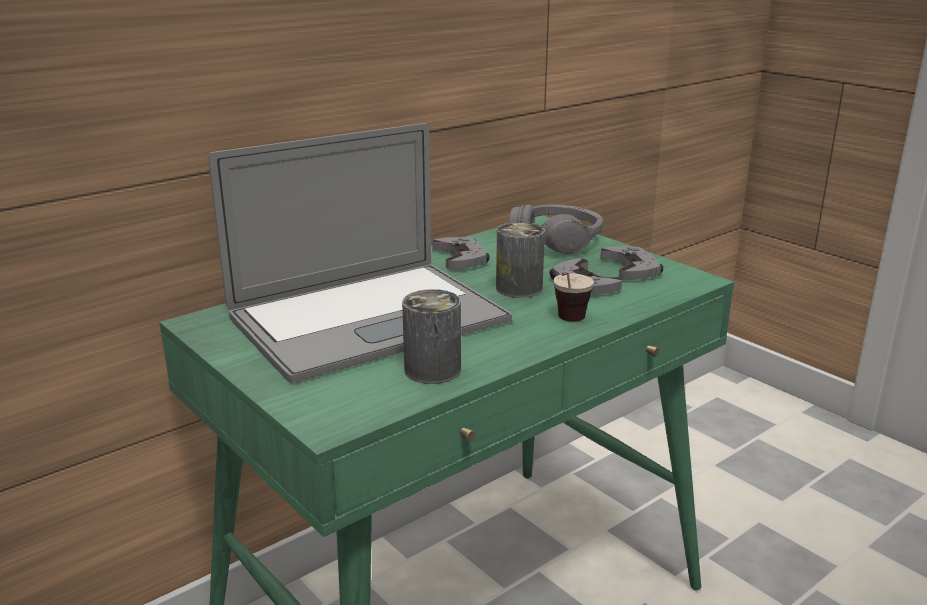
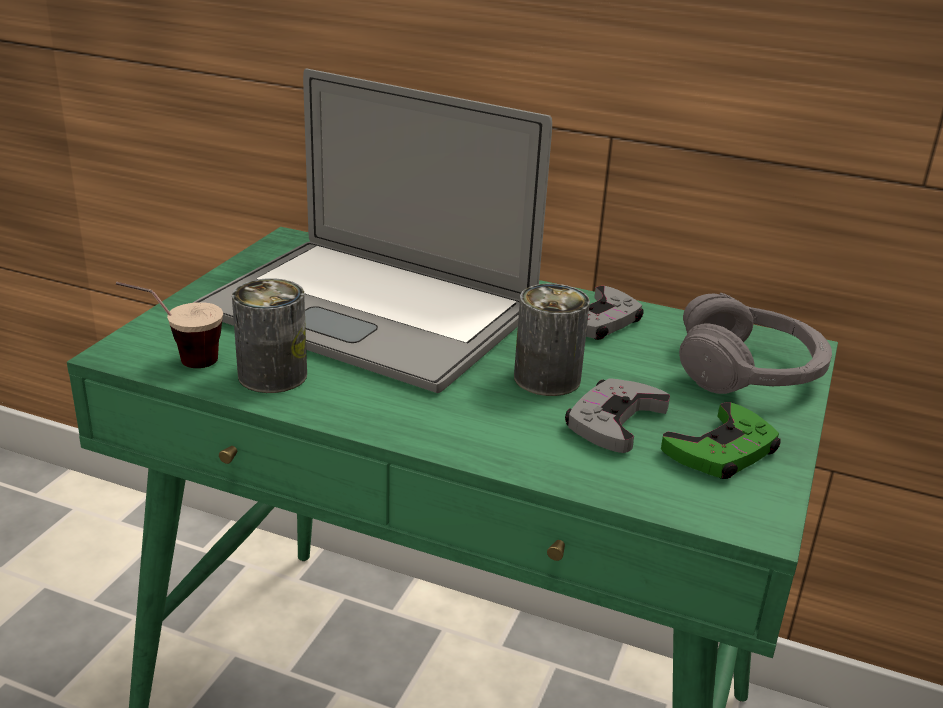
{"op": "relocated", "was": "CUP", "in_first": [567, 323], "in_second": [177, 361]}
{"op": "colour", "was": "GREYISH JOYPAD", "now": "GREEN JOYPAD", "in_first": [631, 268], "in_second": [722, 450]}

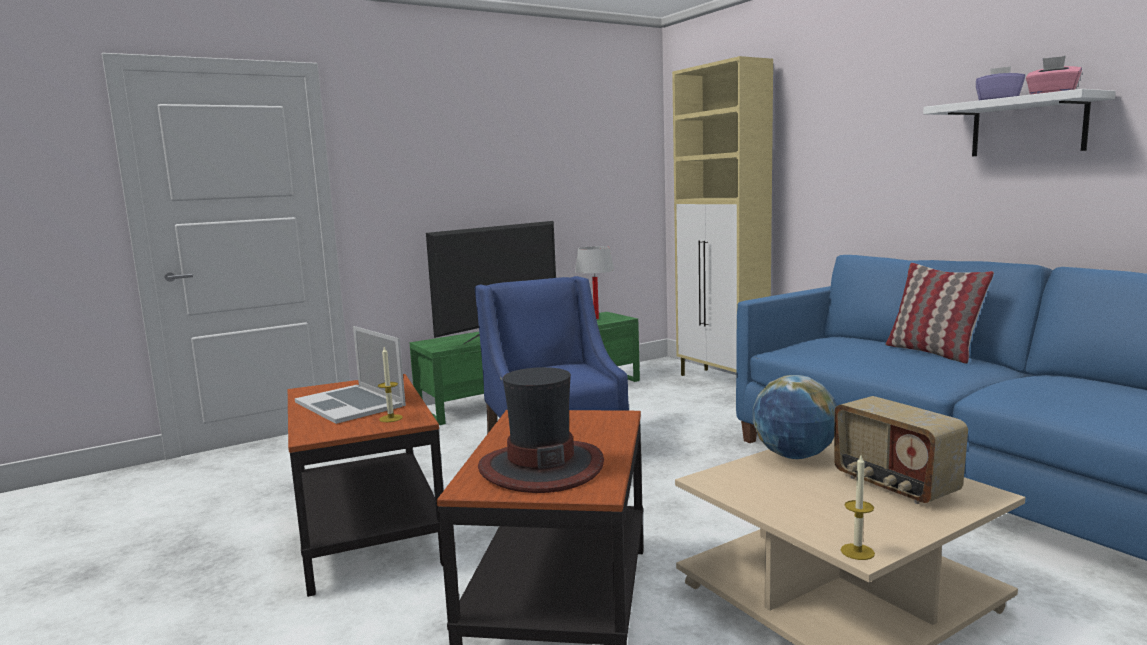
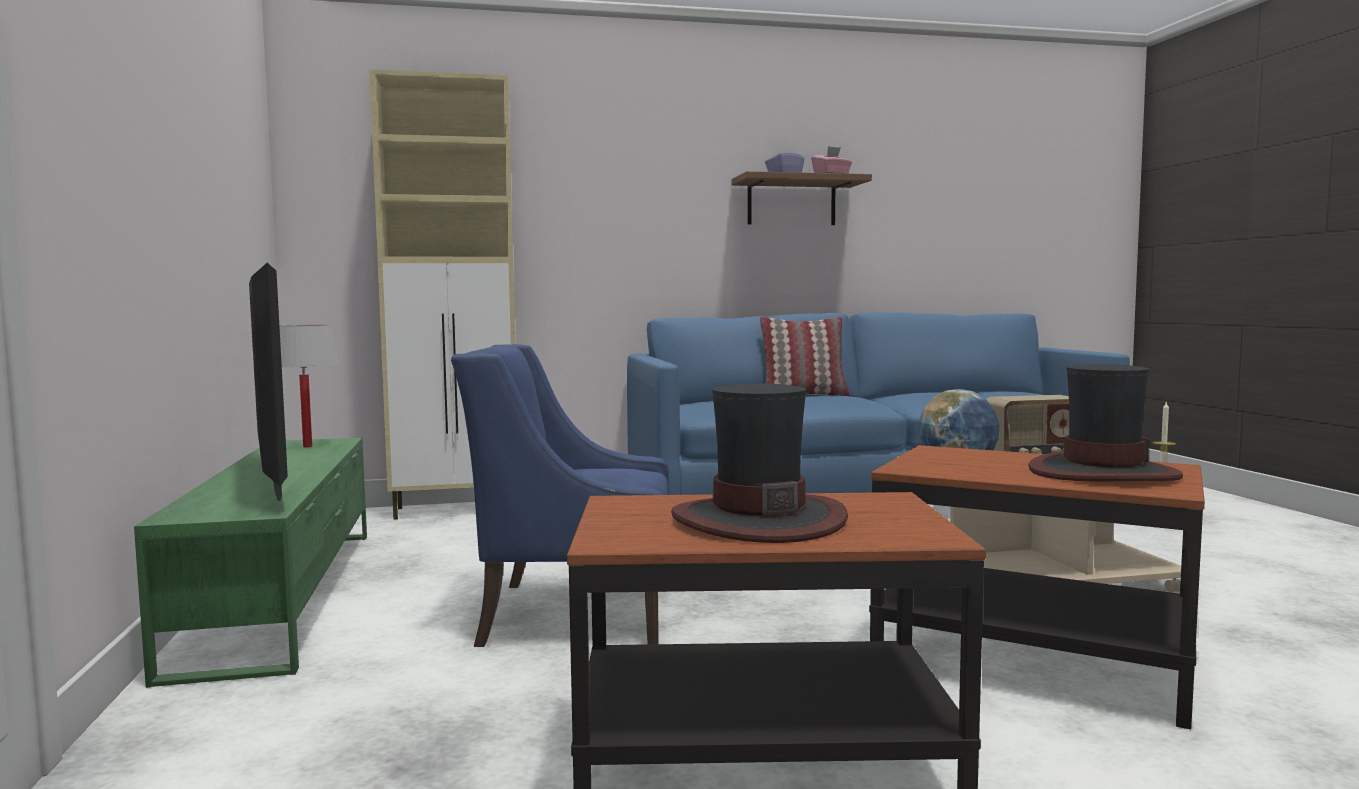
{"op": "exchanged", "was": "LAPTOP", "now": "CLOTHING HAT", "in_first": [350, 404], "in_second": [758, 520]}
{"op": "missing", "was": "WAX CANDLE", "in_first": [391, 418]}
{"op": "colour", "was": "WHITE-COLOURED BRACKET SHELF", "now": "BROWN BRACKET SHELF", "in_first": [1028, 127], "in_second": [791, 202]}

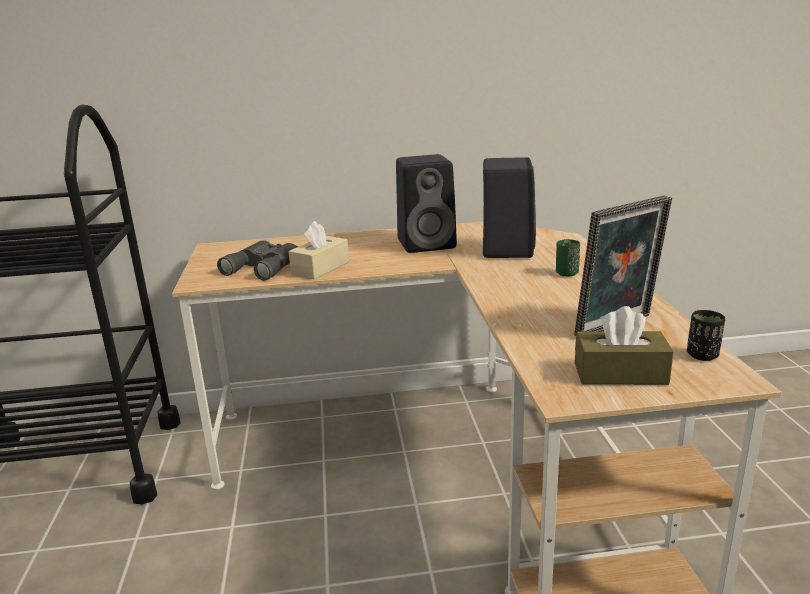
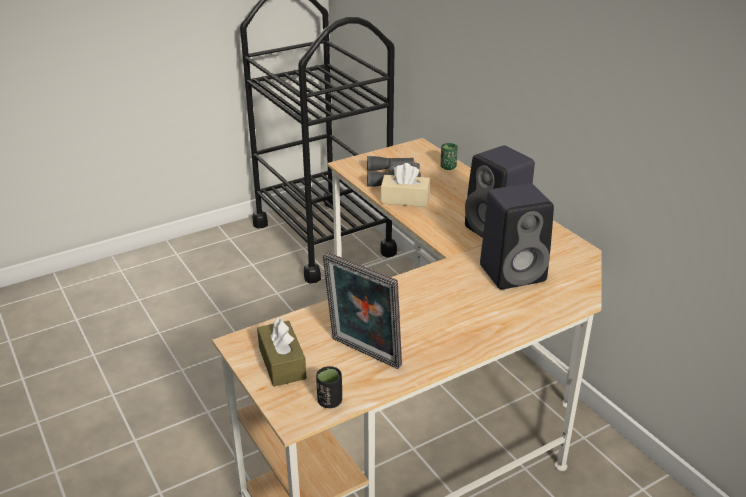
{"op": "relocated", "was": "GREEN CUP", "in_first": [566, 273], "in_second": [448, 167]}

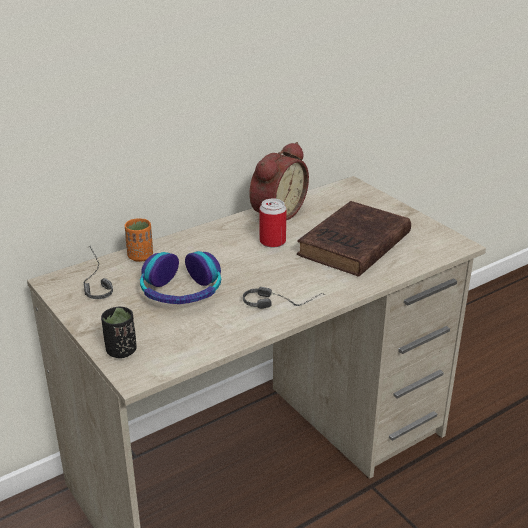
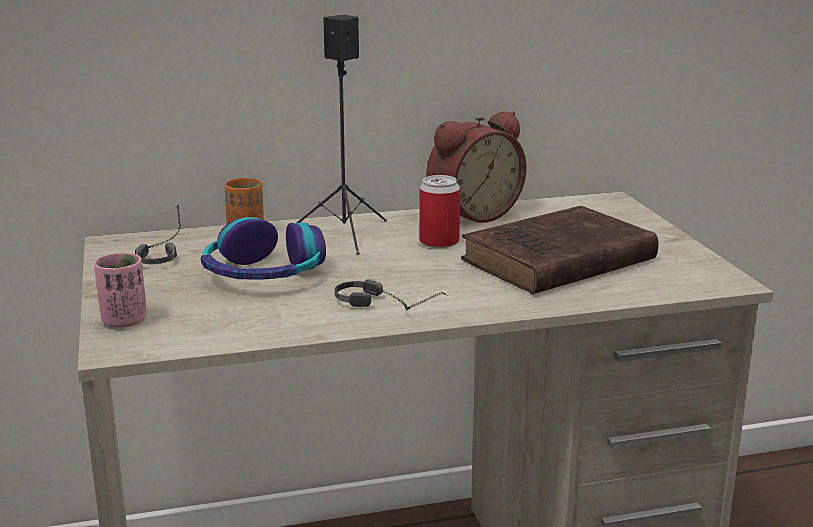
{"op": "colour", "was": "BLACKISH CUP", "now": "PINKISH CUP", "in_first": [121, 351], "in_second": [124, 320]}
{"op": "appeared", "now": "BLACKISH LOUDSPEAKER", "in_second": [345, 234]}

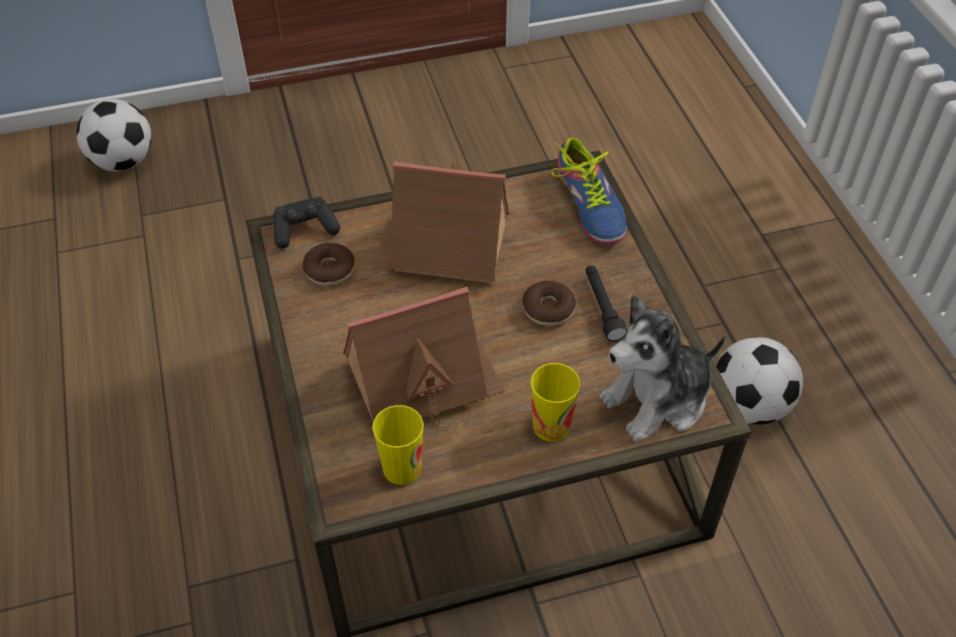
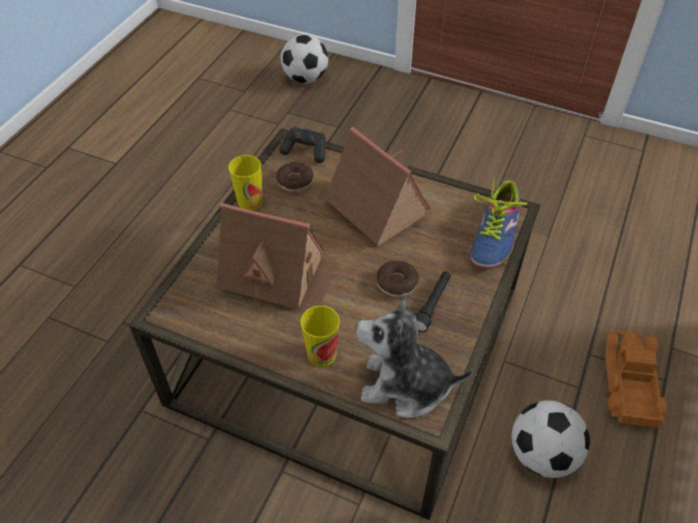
{"op": "relocated", "was": "CUP", "in_first": [402, 468], "in_second": [250, 201]}
{"op": "appeared", "now": "MODEL TRUCK", "in_second": [628, 383]}

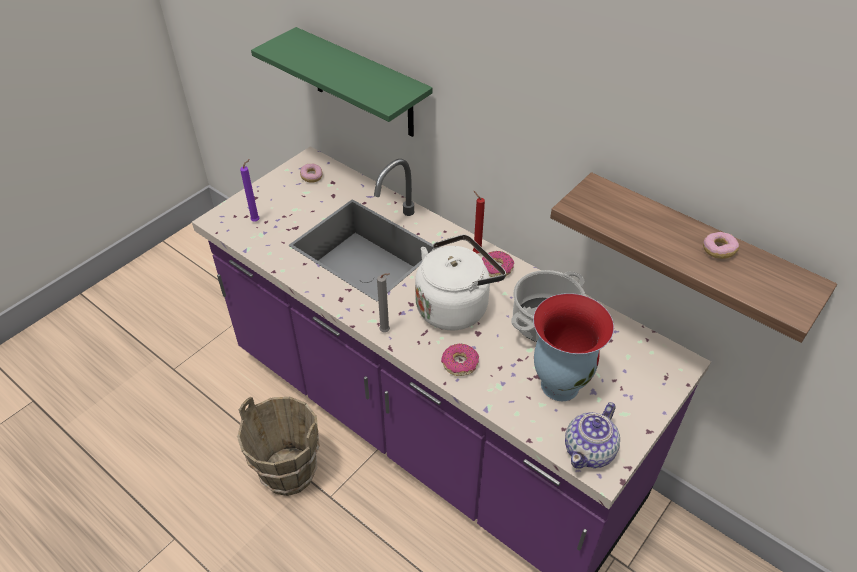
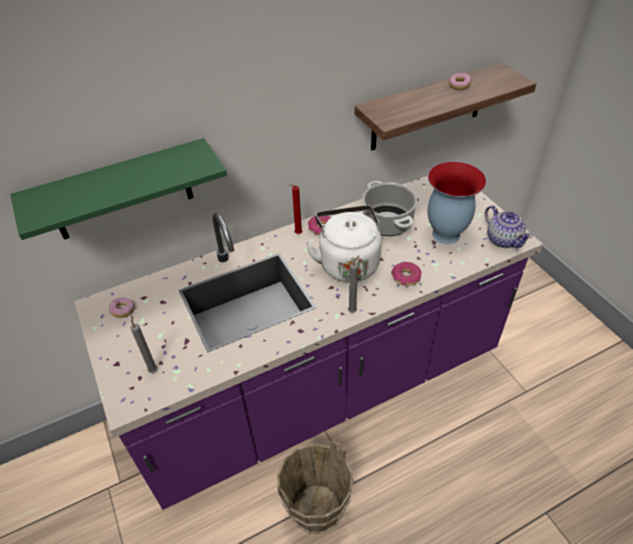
{"op": "colour", "was": "PURPLISH WAX CANDLE", "now": "GREYISH WAX CANDLE", "in_first": [257, 220], "in_second": [153, 370]}

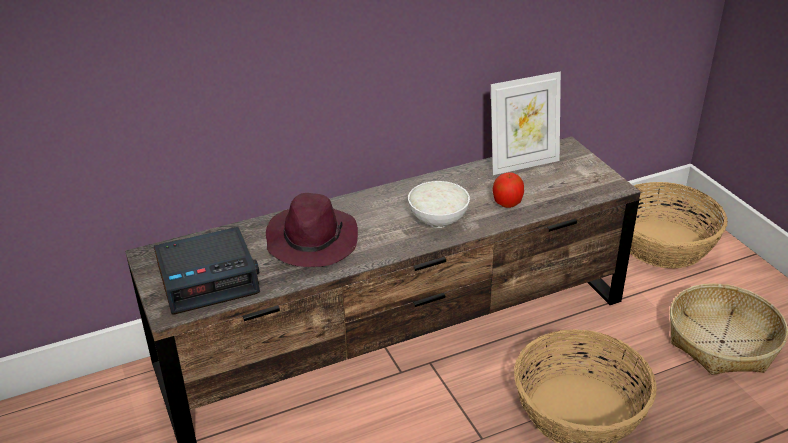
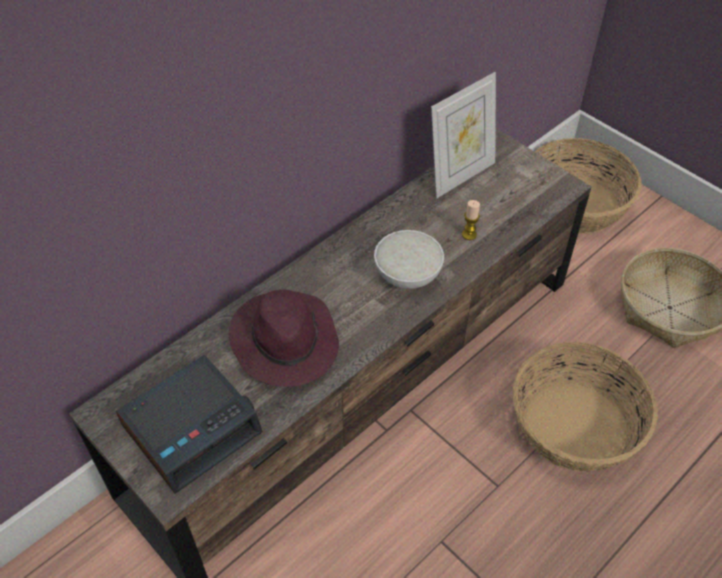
{"op": "exchanged", "was": "APPLE", "now": "WAX CANDLE", "in_first": [507, 203], "in_second": [469, 234]}

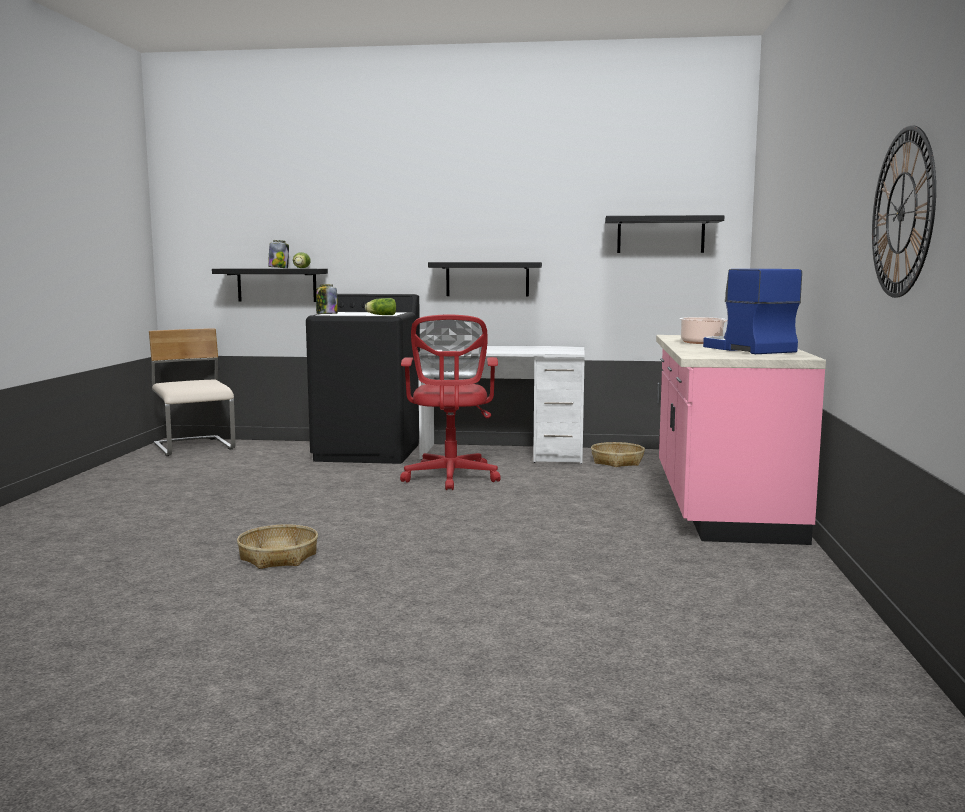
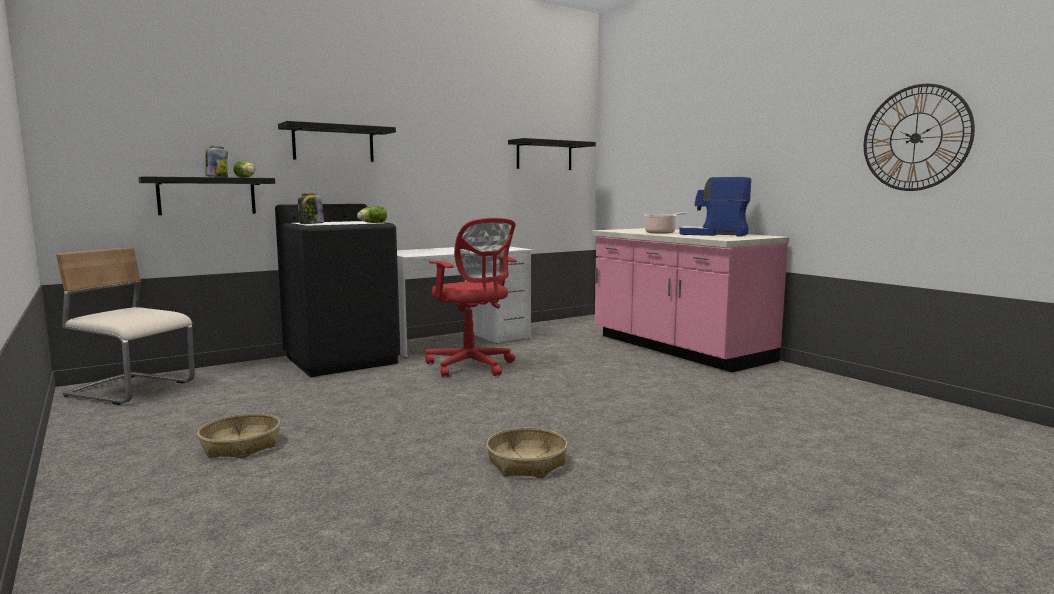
{"op": "relocated", "was": "BLACKISH BRACKET SHELF", "in_first": [487, 279], "in_second": [333, 143]}
{"op": "relocated", "was": "STORAGE BASKET", "in_first": [617, 461], "in_second": [241, 446]}

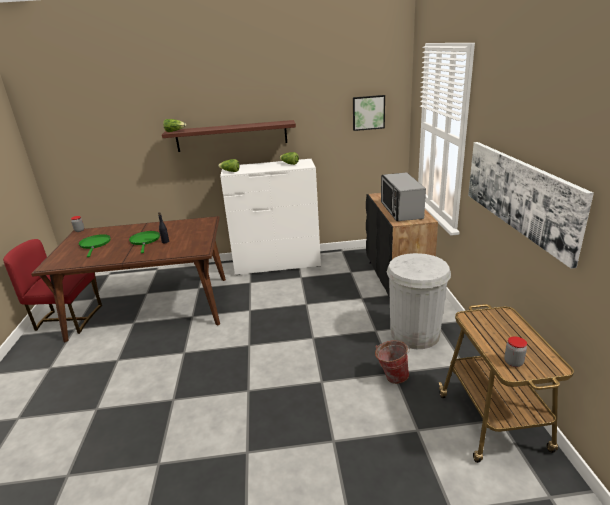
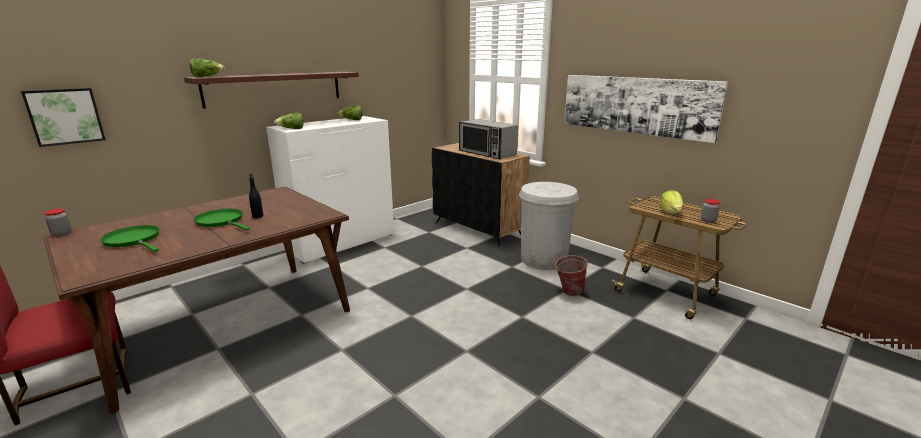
{"op": "relocated", "was": "WALL ART", "in_first": [368, 112], "in_second": [65, 116]}
{"op": "appeared", "now": "LETTUCE HEAD", "in_second": [671, 212]}

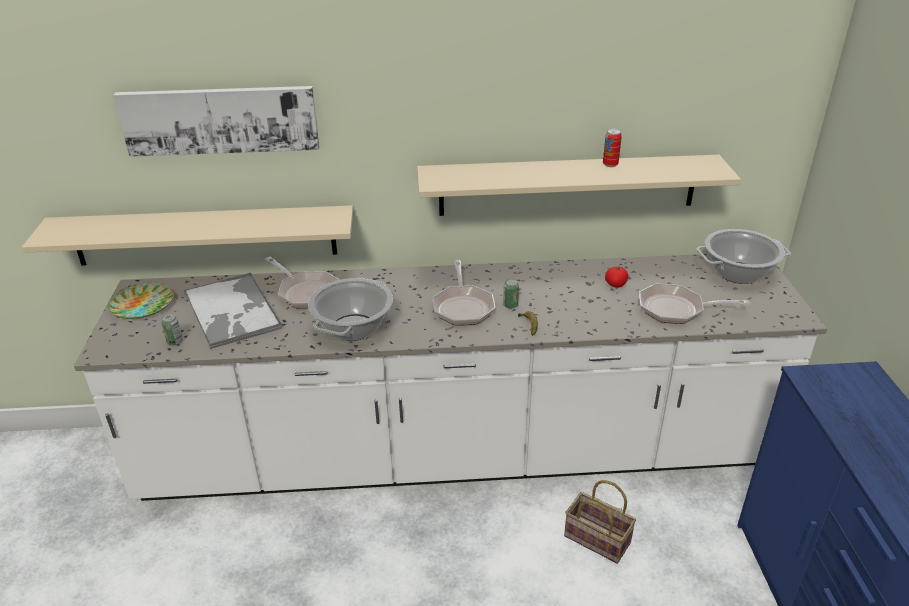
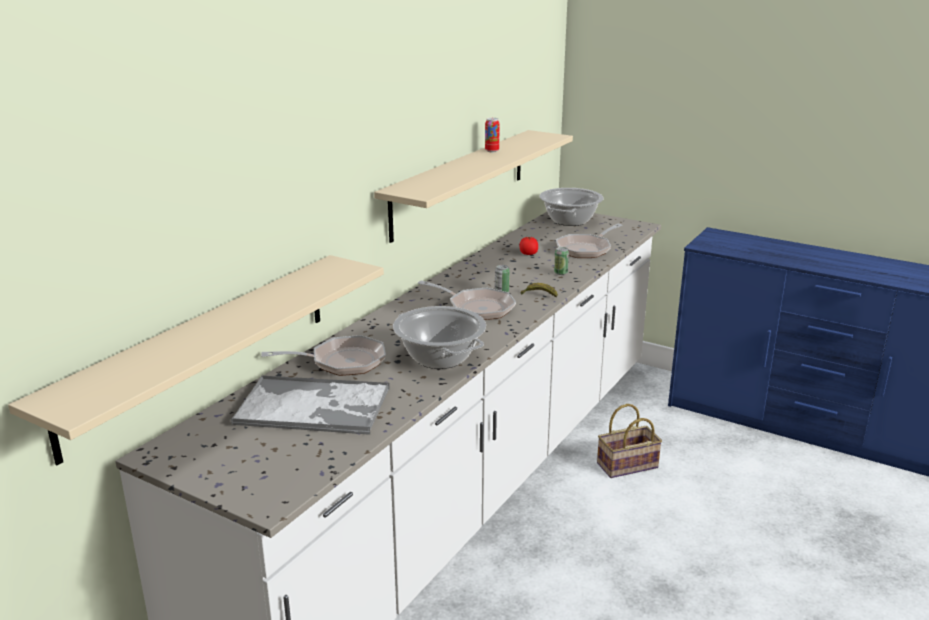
{"op": "missing", "was": "DINNER PLATE", "in_first": [143, 305]}
{"op": "missing", "was": "WALL ART", "in_first": [220, 120]}
{"op": "relocated", "was": "SEALED CAN", "in_first": [175, 342], "in_second": [560, 273]}

